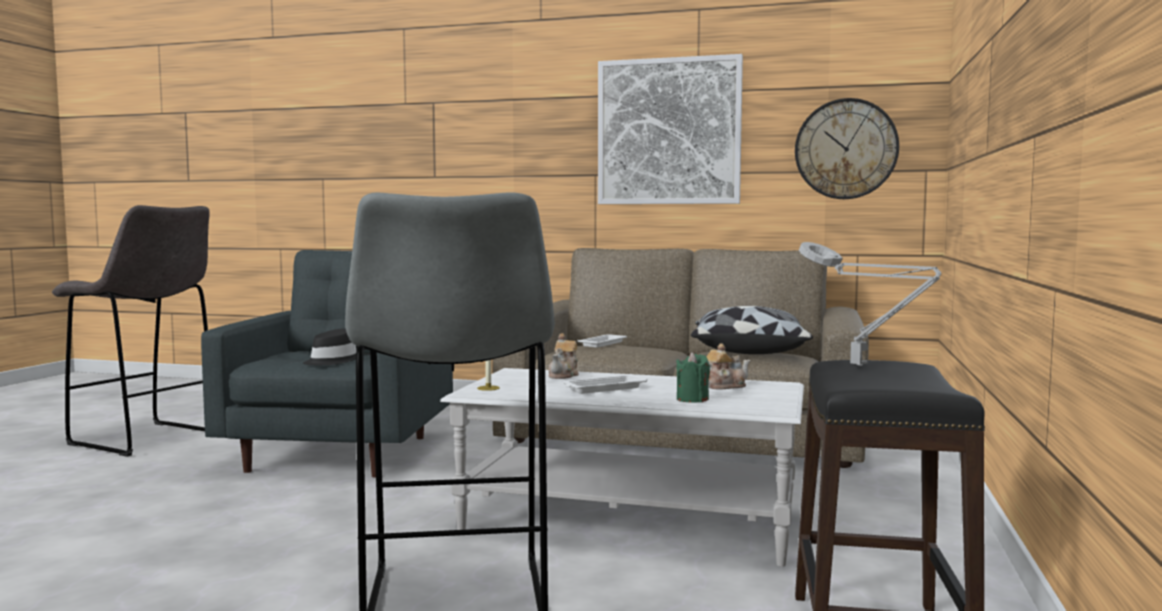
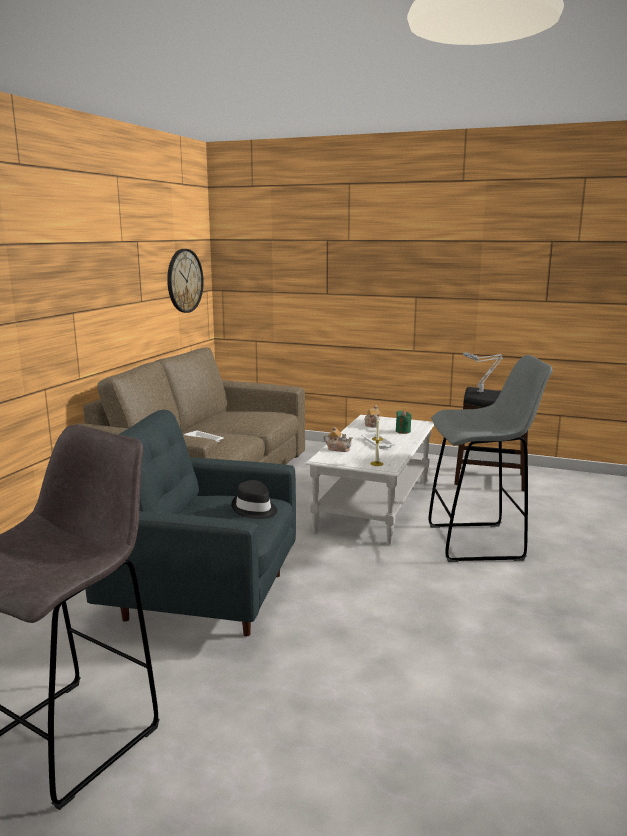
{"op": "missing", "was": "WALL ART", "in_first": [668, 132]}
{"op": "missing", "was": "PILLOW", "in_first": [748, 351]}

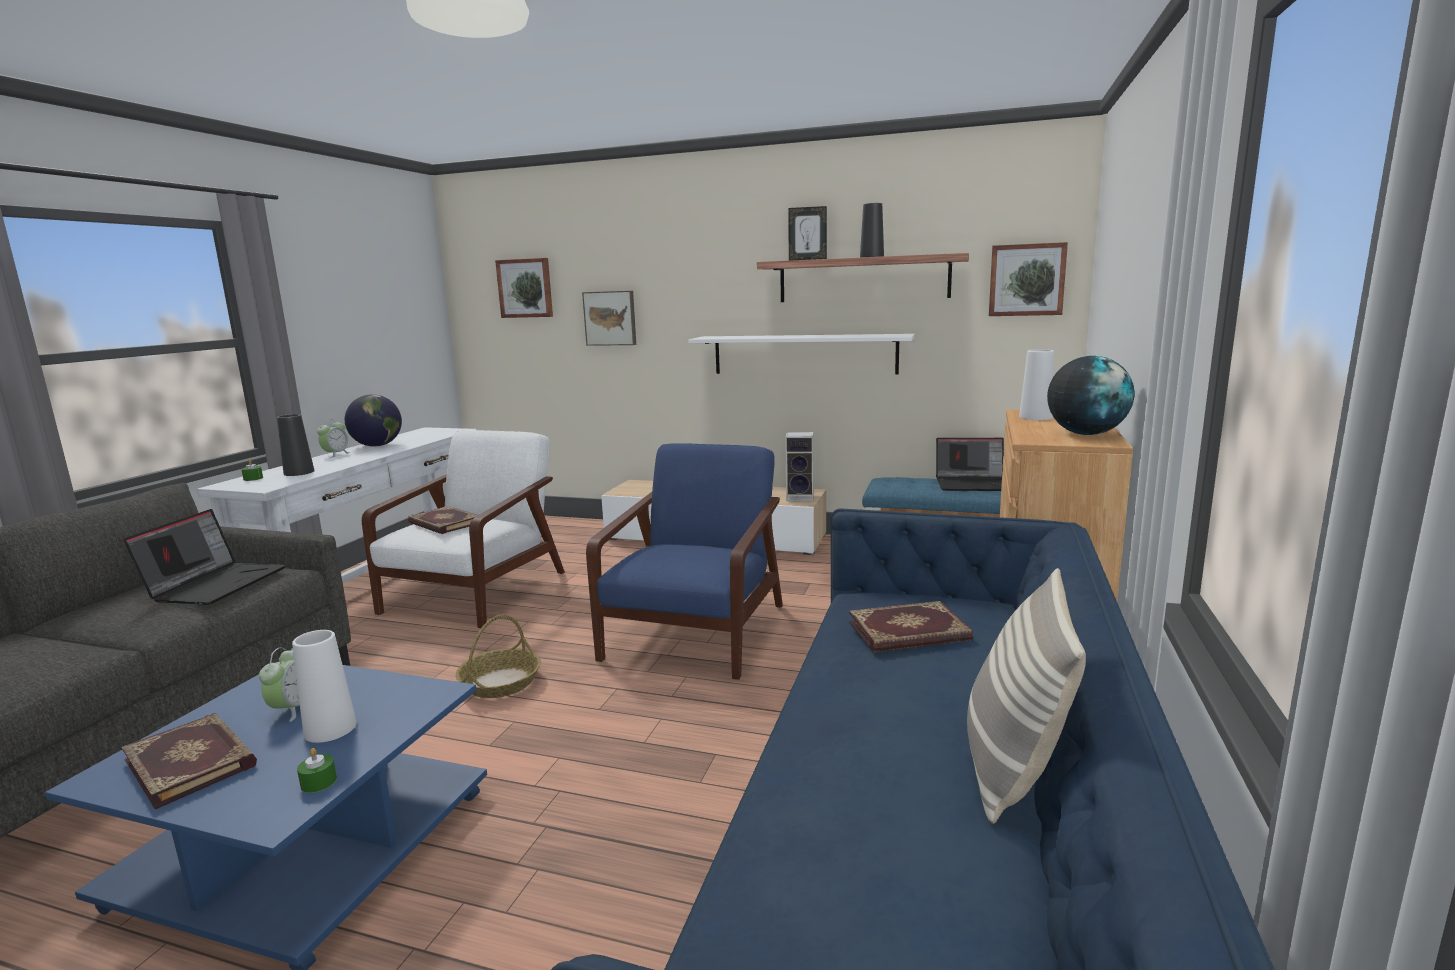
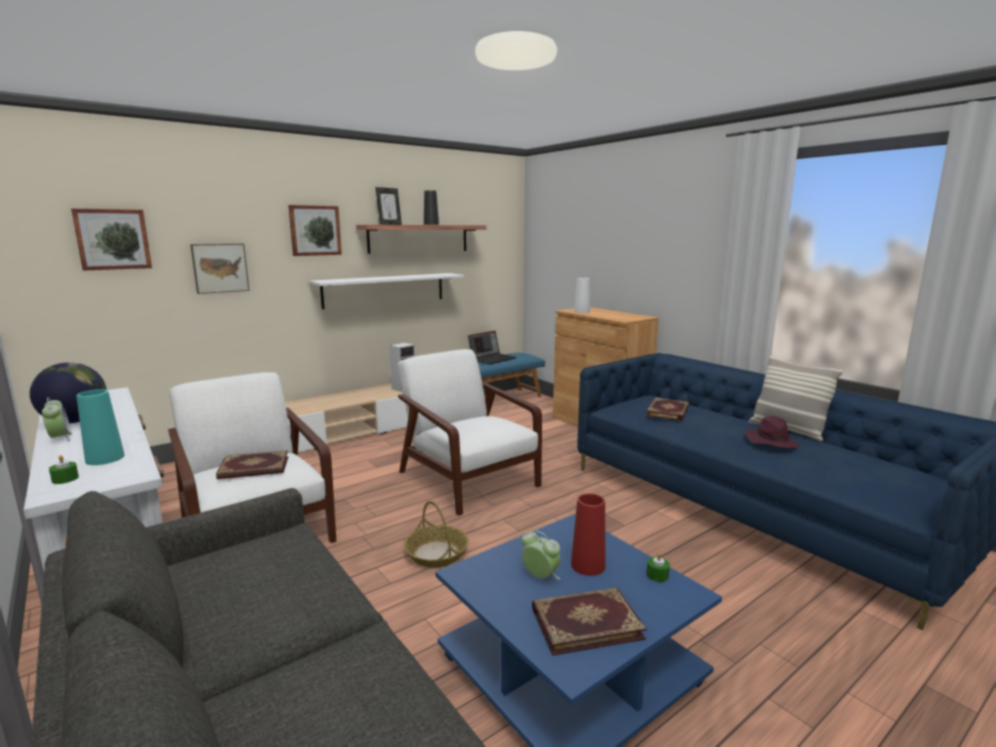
{"op": "missing", "was": "LAPTOP", "in_first": [216, 584]}
{"op": "colour", "was": "BLACKISH VASE", "now": "BLUE-GREEN VASE", "in_first": [299, 472], "in_second": [105, 458]}
{"op": "colour", "was": "WHITE-COLOURED VASE", "now": "RED VASE", "in_first": [330, 729], "in_second": [588, 565]}
{"op": "colour", "was": "BLUE LOUNGE CHAIR", "now": "WHITE-COLOURED LOUNGE CHAIR", "in_first": [697, 630], "in_second": [466, 478]}
{"op": "relocated", "was": "WALL ART", "in_first": [1026, 280], "in_second": [315, 230]}
{"op": "missing", "was": "DESK GLOBE", "in_first": [1086, 434]}
{"op": "appeared", "now": "PURPLISH CLOTHING HAT", "in_second": [770, 441]}

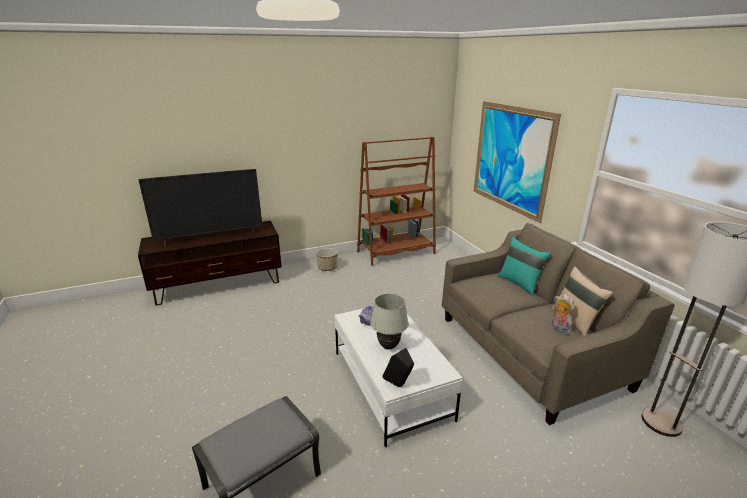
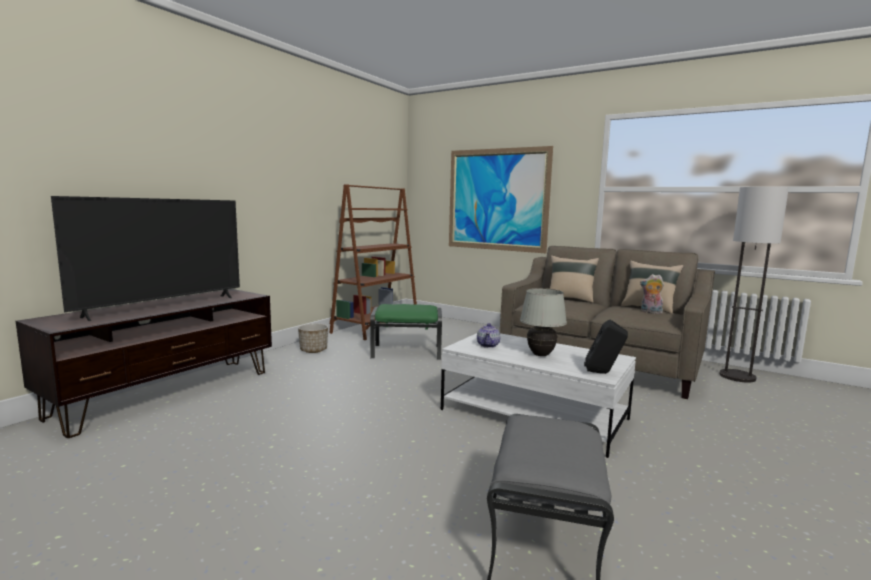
{"op": "colour", "was": "BLUE-GREEN PILLOW", "now": "SAND-COLOURED PILLOW", "in_first": [519, 283], "in_second": [570, 299]}
{"op": "appeared", "now": "GREEN POUFFE", "in_second": [407, 352]}

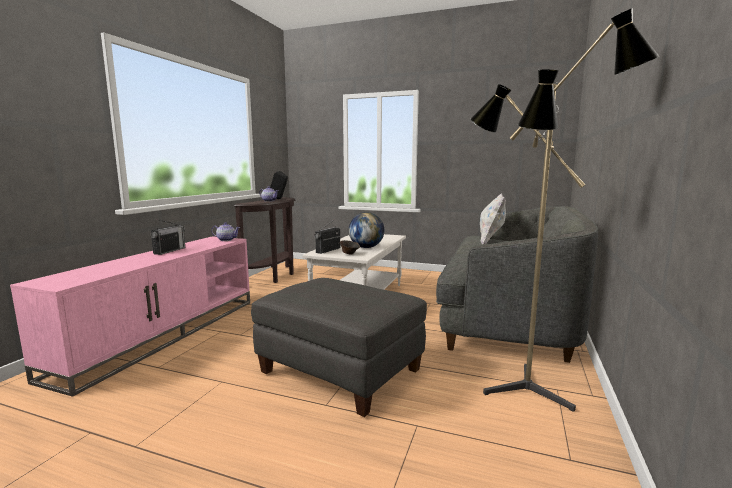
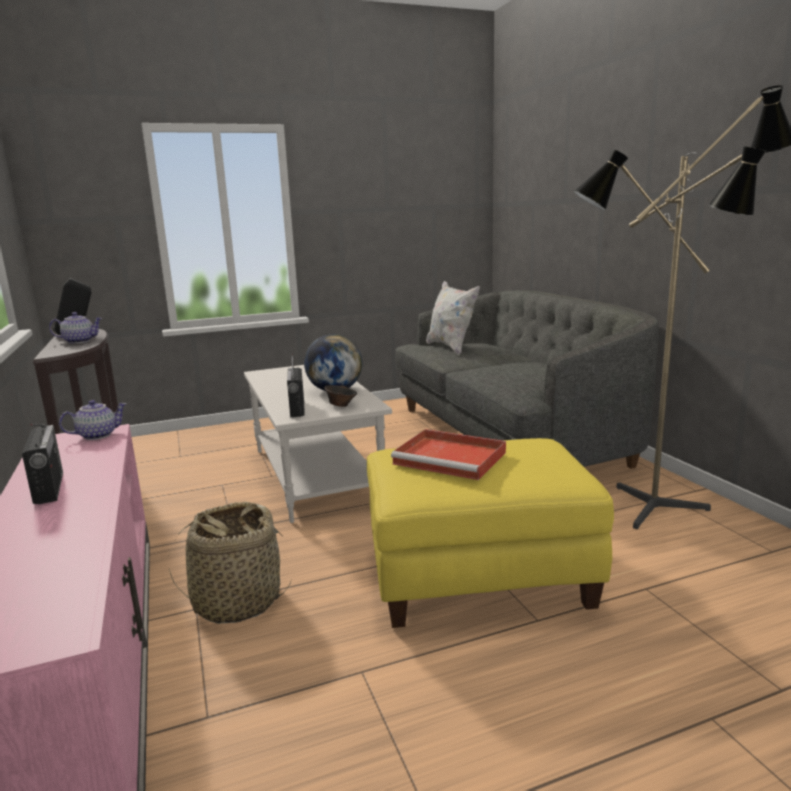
{"op": "colour", "was": "GREYISH POUFFE", "now": "YELLOW POUFFE", "in_first": [339, 372], "in_second": [476, 577]}
{"op": "appeared", "now": "STORAGE BASKET", "in_second": [236, 601]}
{"op": "appeared", "now": "RED CARRYING TRAY", "in_second": [452, 458]}

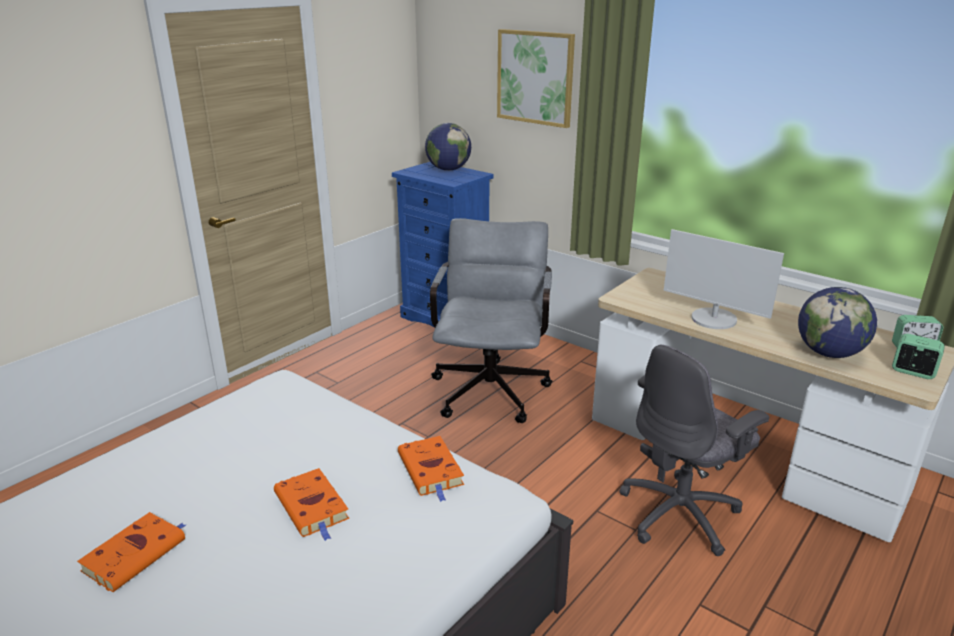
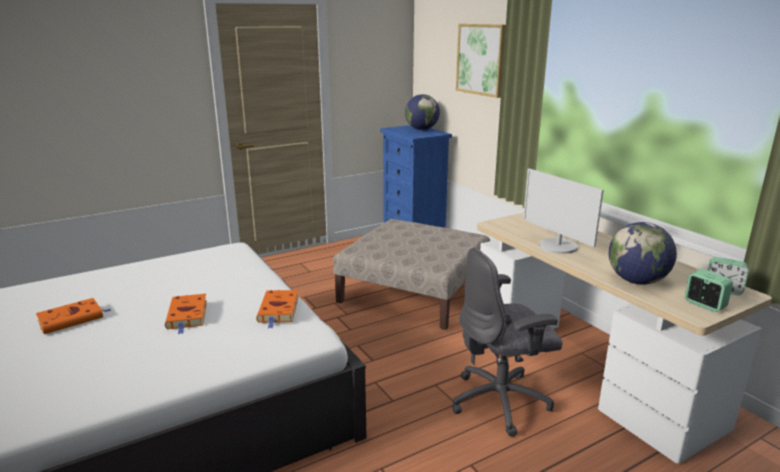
{"op": "exchanged", "was": "GREYISH OFFICE CHAIR", "now": "SAND-COLOURED POUFFE", "in_first": [491, 386], "in_second": [415, 291]}

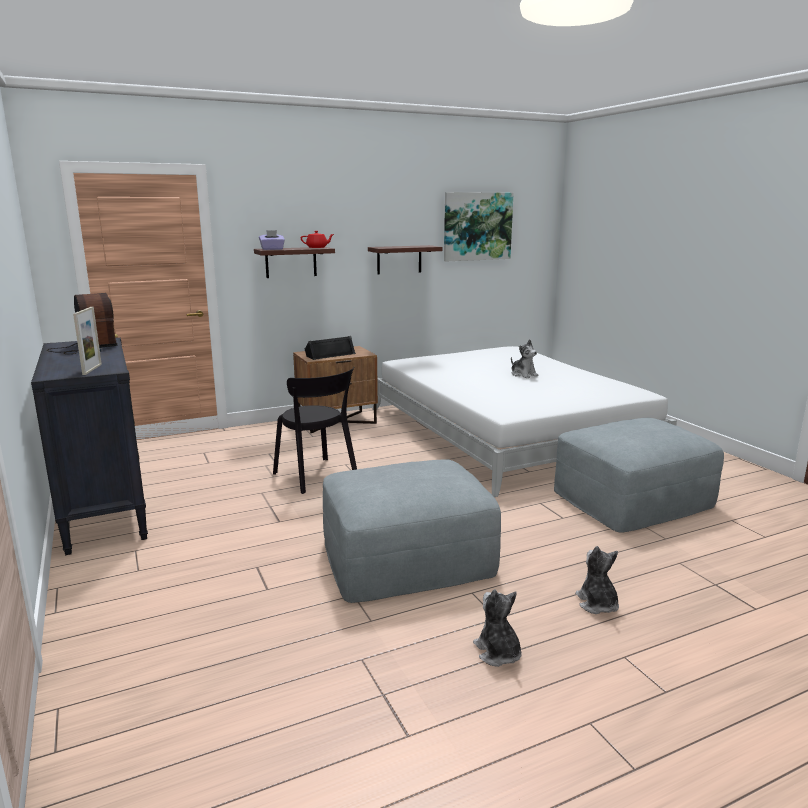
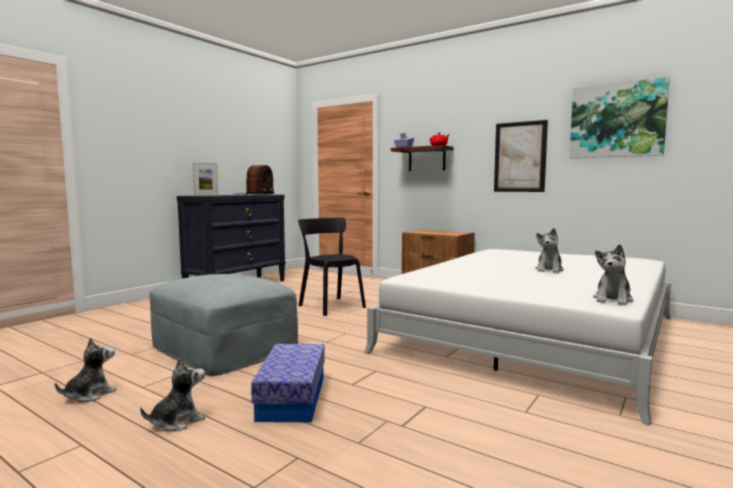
{"op": "spun", "was": "BLACKISH PLAIN CHAIR", "in_first": [317, 477], "in_second": [330, 306], "clockwise": 120}
{"op": "missing", "was": "BLACKISH LOUDSPEAKER", "in_first": [330, 355]}
{"op": "exchanged", "was": "BRACKET SHELF", "now": "WALL ART", "in_first": [399, 259], "in_second": [520, 157]}
{"op": "missing", "was": "GREYISH POUFFE", "in_first": [632, 498]}
{"op": "appeared", "now": "STORAGE CONTAINER", "in_second": [292, 397]}
{"op": "appeared", "now": "SOFT TOY", "in_second": [613, 299]}

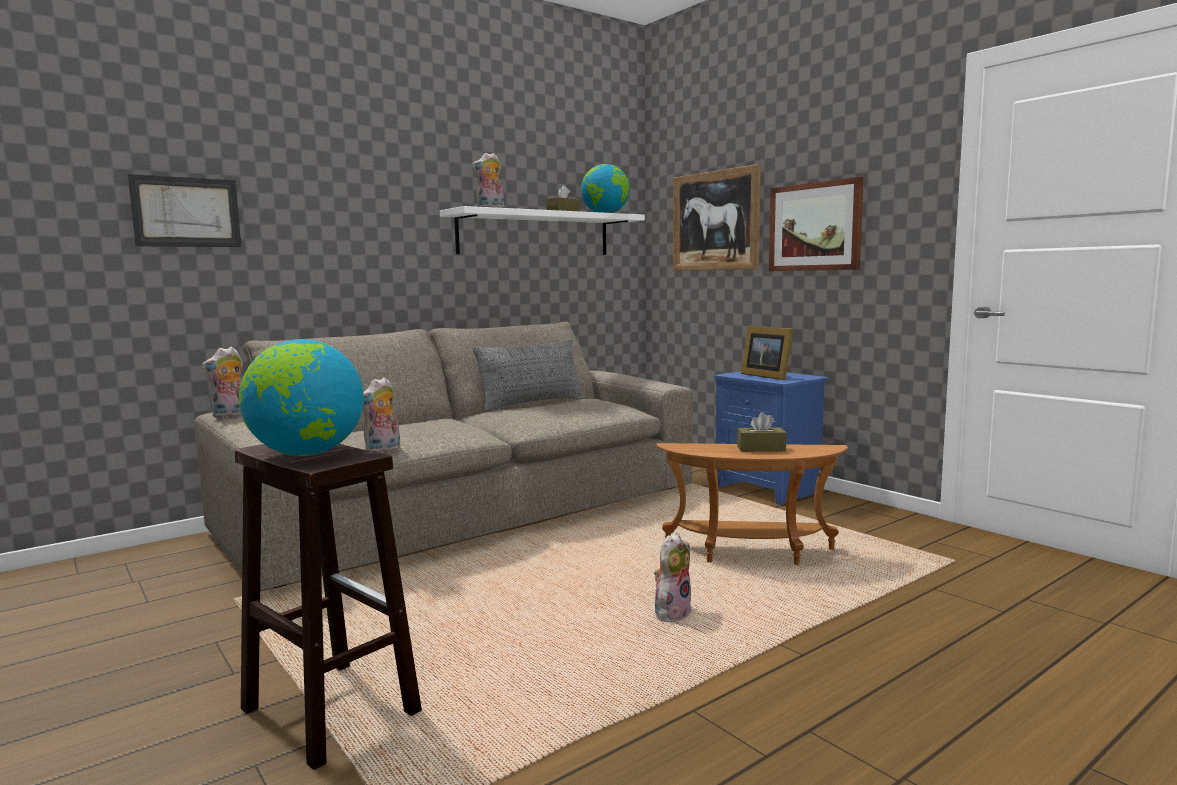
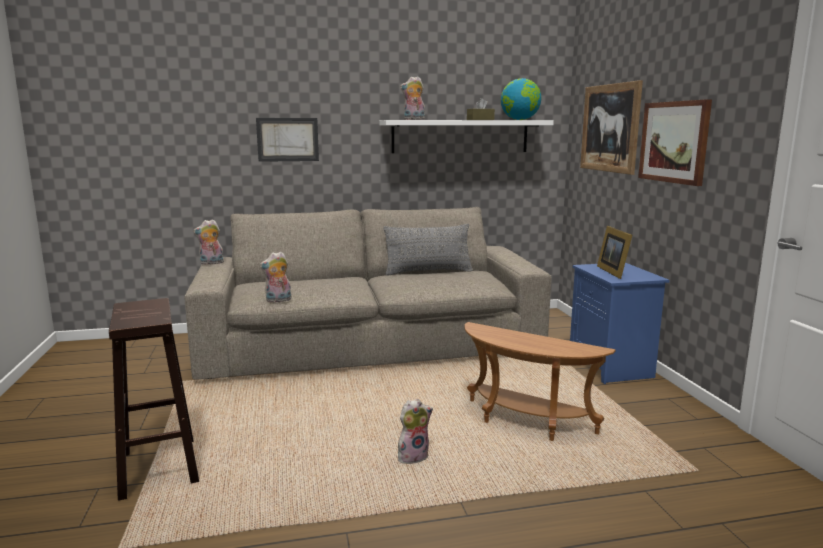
{"op": "relocated", "was": "WALL ART", "in_first": [186, 212], "in_second": [287, 139]}
{"op": "missing", "was": "DESK GLOBE", "in_first": [306, 454]}
{"op": "missing", "was": "BROWN TISSUE HOLDER", "in_first": [761, 448]}

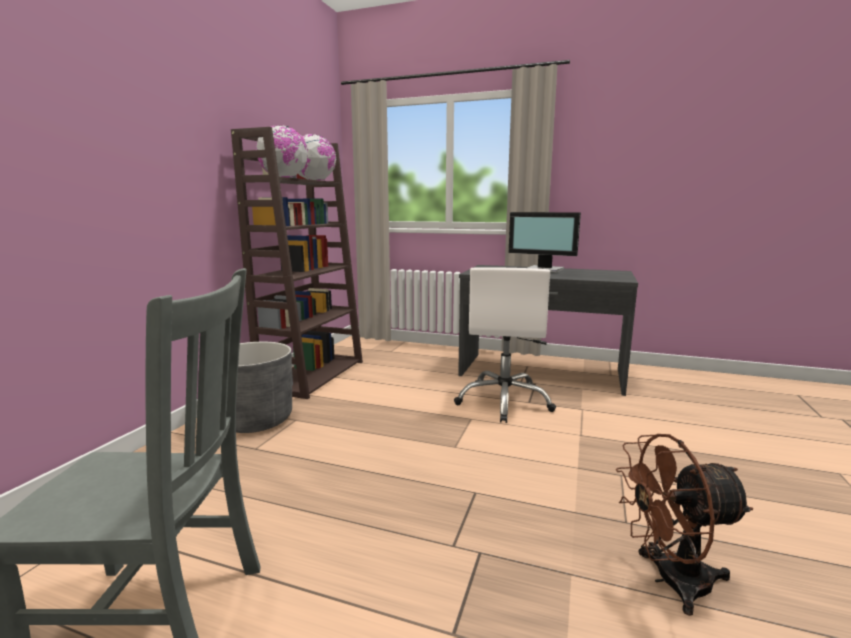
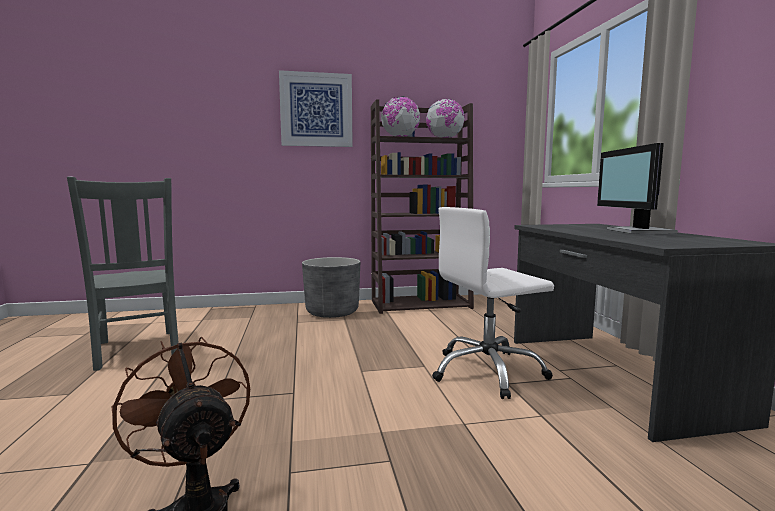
{"op": "appeared", "now": "WALL ART", "in_second": [316, 110]}

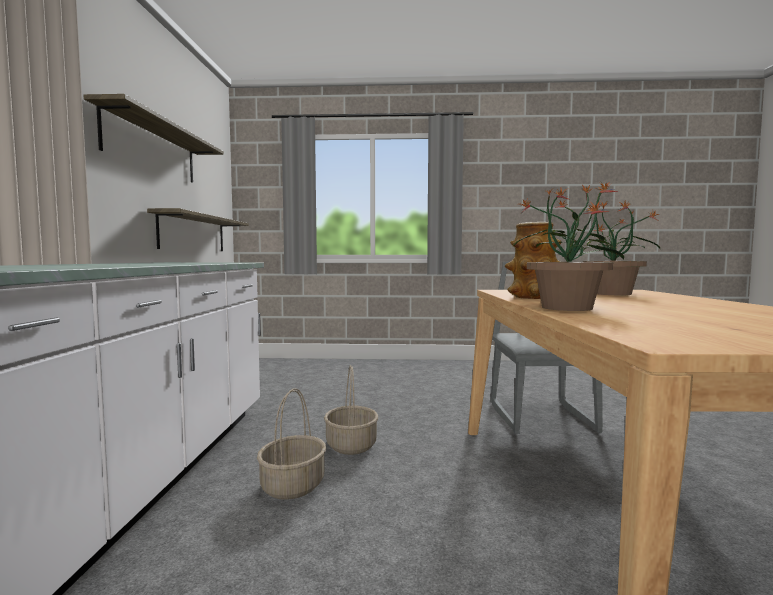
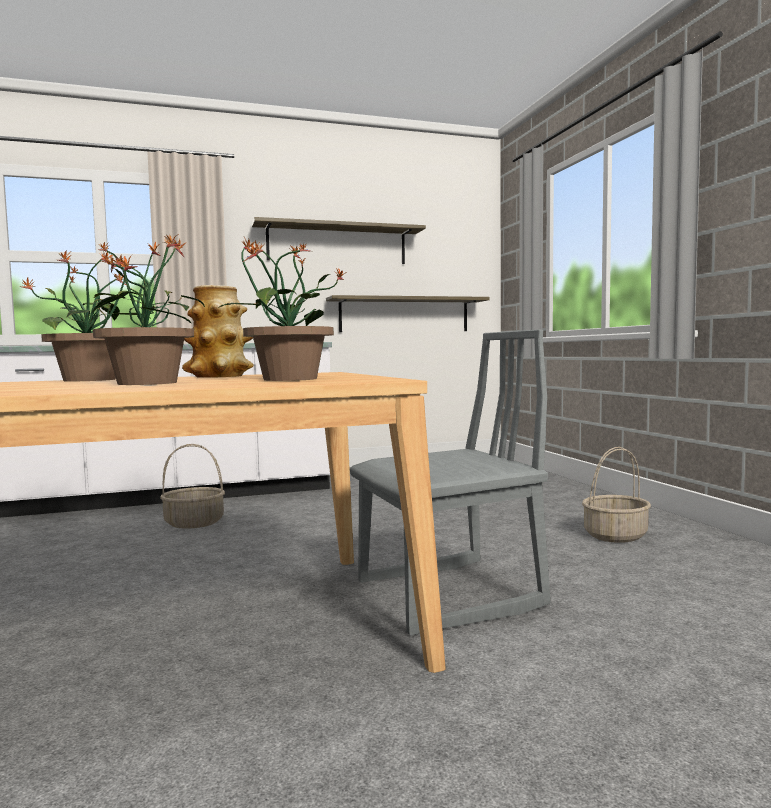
{"op": "relocated", "was": "STORAGE BASKET", "in_first": [351, 445], "in_second": [615, 535]}
{"op": "appeared", "now": "HOUSEPLANT", "in_second": [148, 383]}

